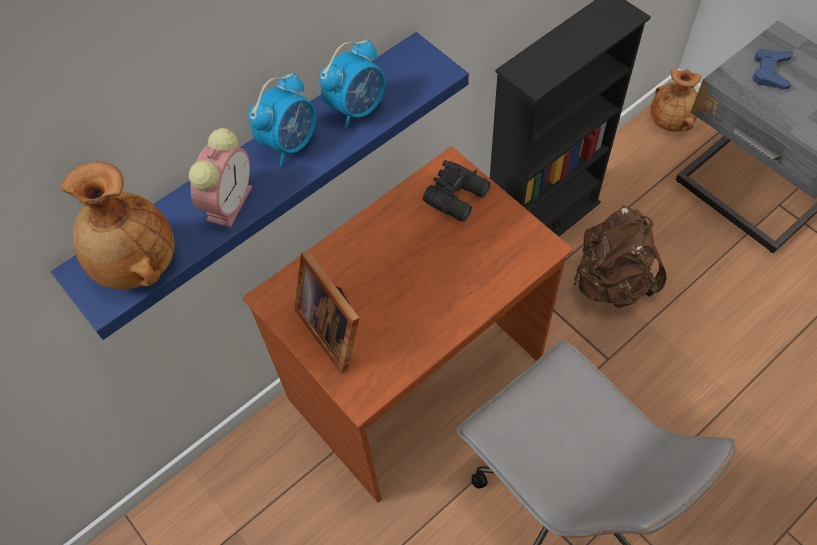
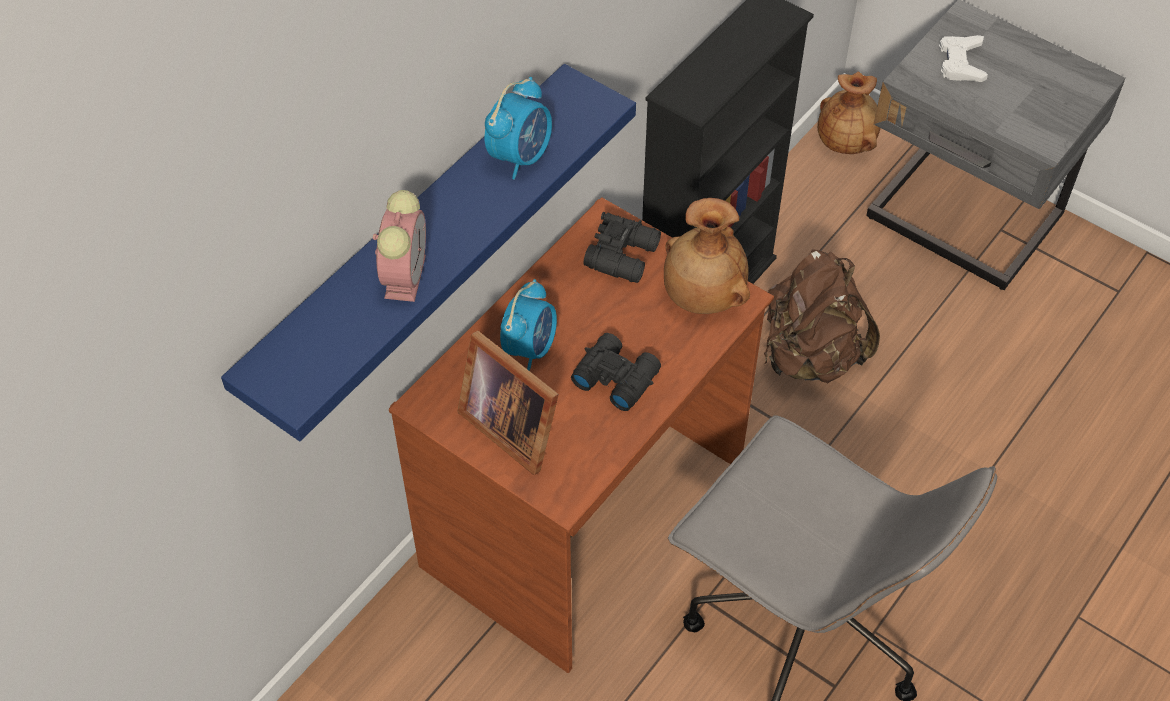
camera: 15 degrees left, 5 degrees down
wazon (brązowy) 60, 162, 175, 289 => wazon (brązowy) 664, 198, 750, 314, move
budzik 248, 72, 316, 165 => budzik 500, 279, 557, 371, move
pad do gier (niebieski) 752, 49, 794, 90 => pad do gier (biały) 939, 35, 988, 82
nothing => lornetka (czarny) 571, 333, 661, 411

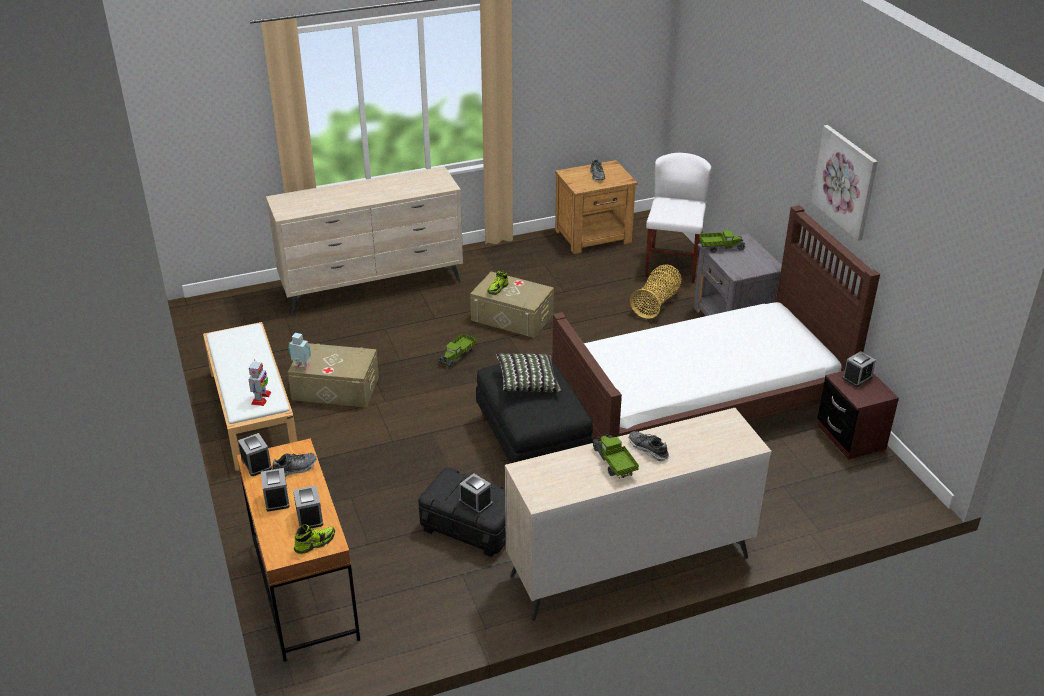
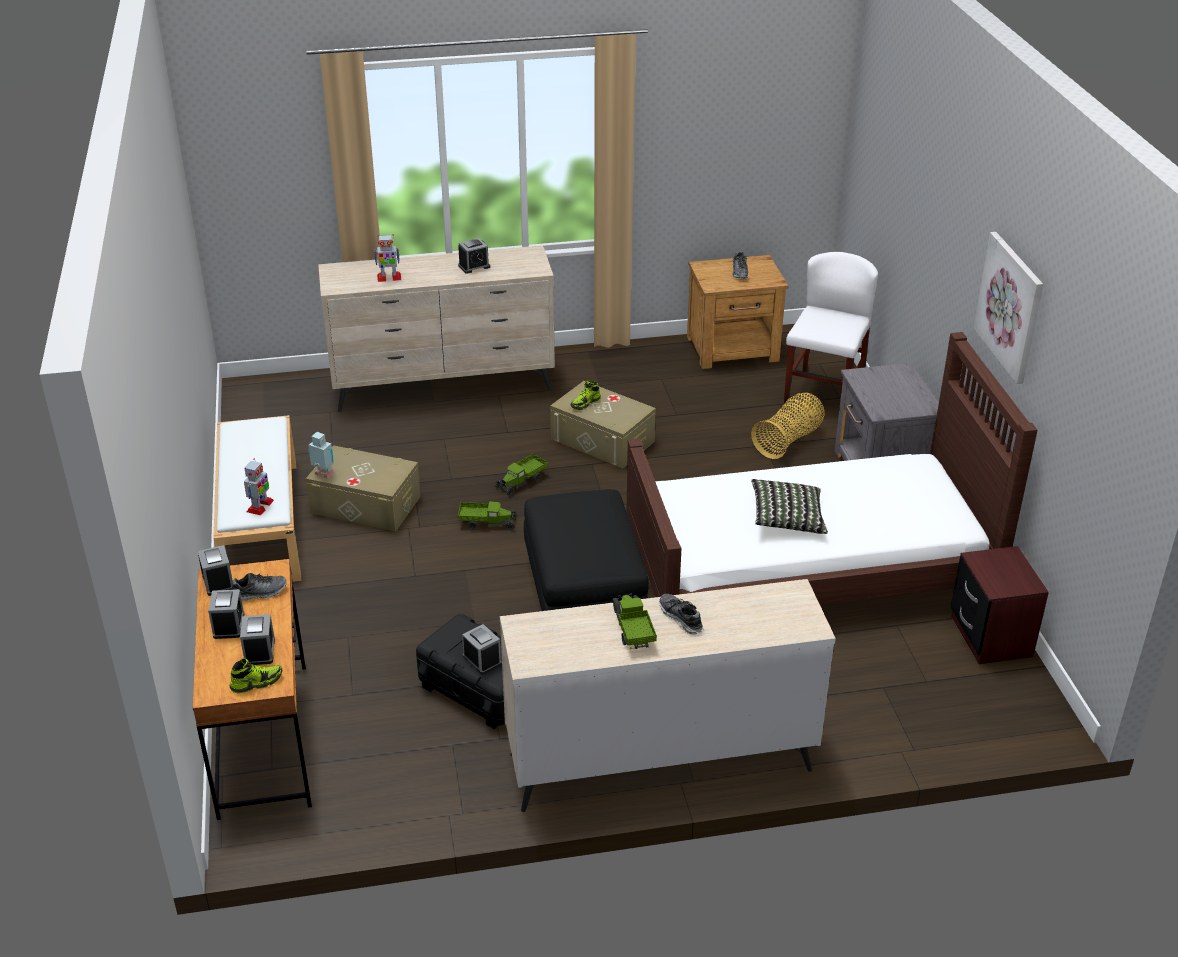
camera: 10 degrees right, 0 degrees up
poduszka 496, 354, 562, 392 => poduszka 751, 479, 828, 534, move
ciężarówka zabawkowa 699, 230, 745, 253 => ciężarówka zabawkowa 458, 501, 517, 530, move
budzik 842, 351, 876, 387 => budzik 458, 238, 490, 274, move
nothing => robot zabawkowy 374, 235, 401, 282

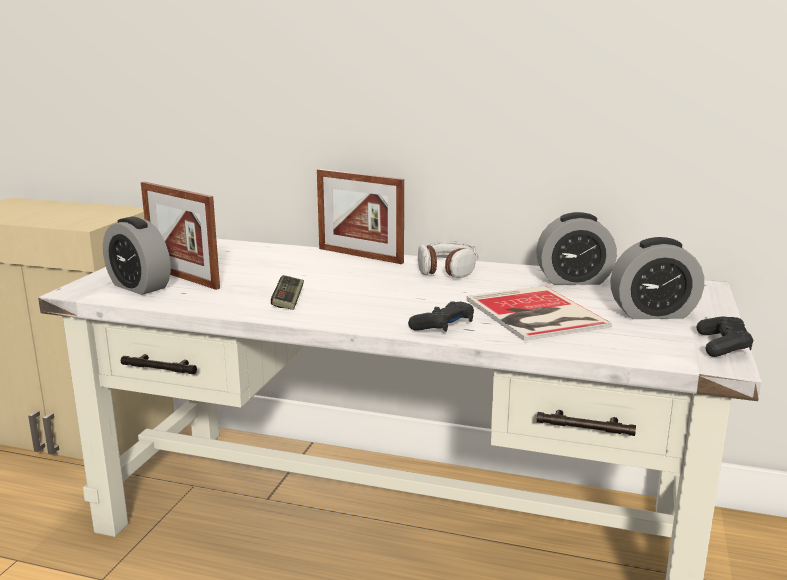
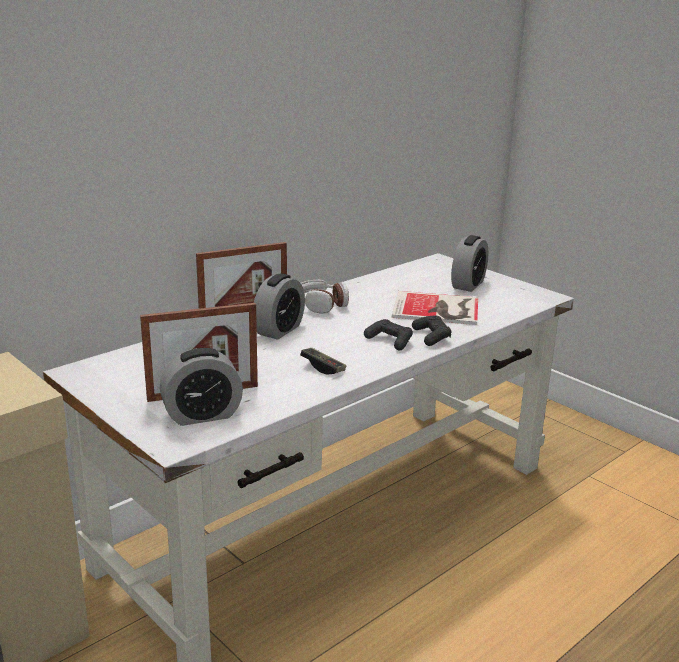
camera: 60 degrees left, 5 degrees up
budzik 536, 212, 617, 285 => budzik 254, 273, 305, 340, move
pad do gier (czarny) 697, 317, 753, 357 => pad do gier (czarny) 364, 319, 413, 350, move

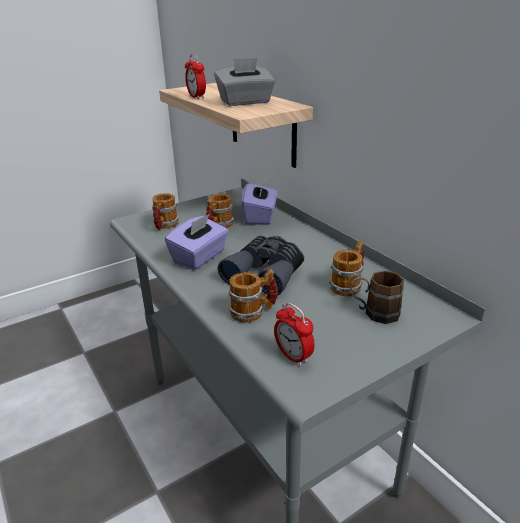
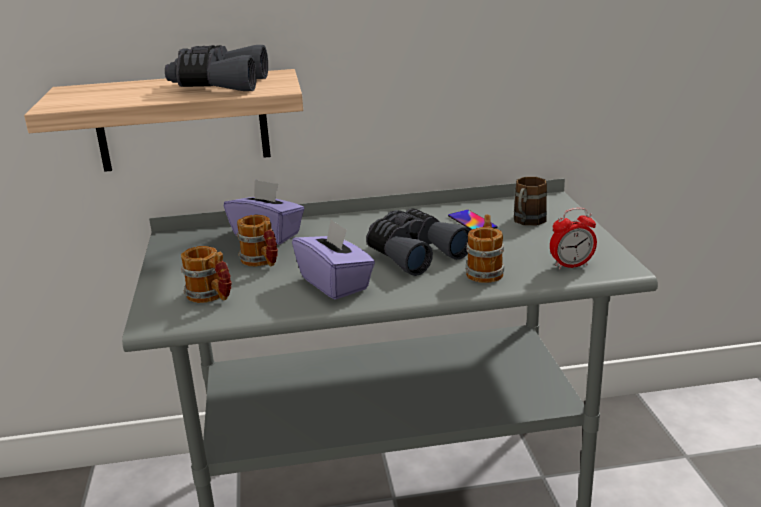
camera: 65 degrees left, 5 degrees down
budzik 185, 54, 206, 99 => nothing
pudełko chusteczek (szary) 214, 58, 275, 106 => lornetka (szary) 165, 45, 268, 91
kubek 329, 241, 364, 296 => telefon 448, 210, 498, 230

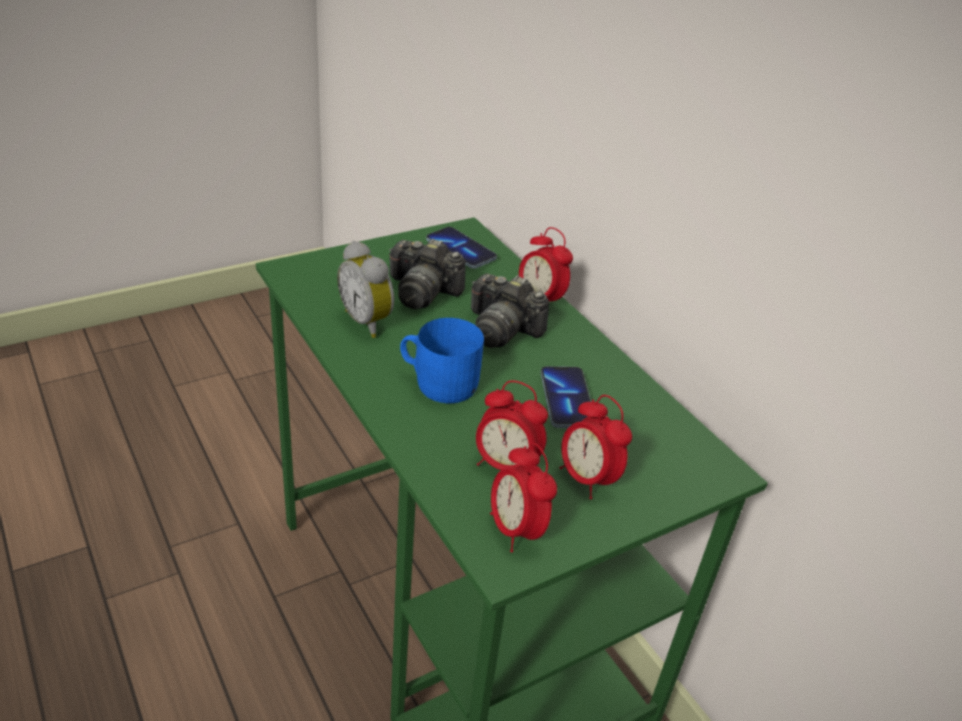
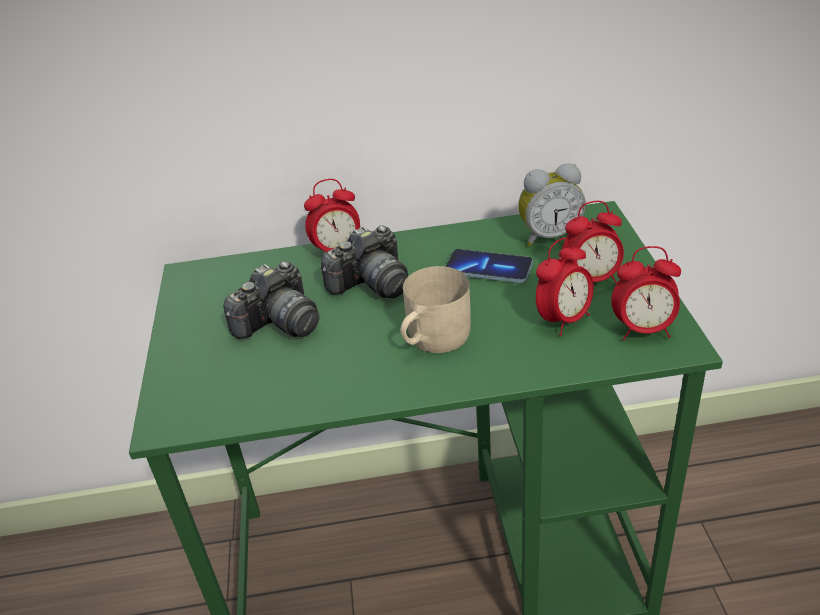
camera: 60 degrees left, 0 degrees up
budzik 337, 241, 394, 338 => budzik 518, 163, 586, 246, move
kubek (niebieski) 400, 318, 484, 403 => kubek (beżowy) 401, 266, 471, 353
telefon 426, 227, 497, 269 => nothing

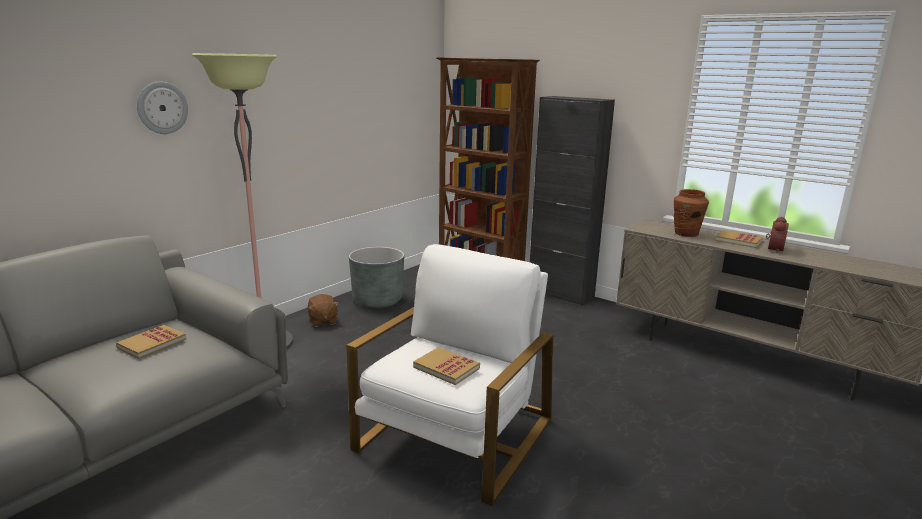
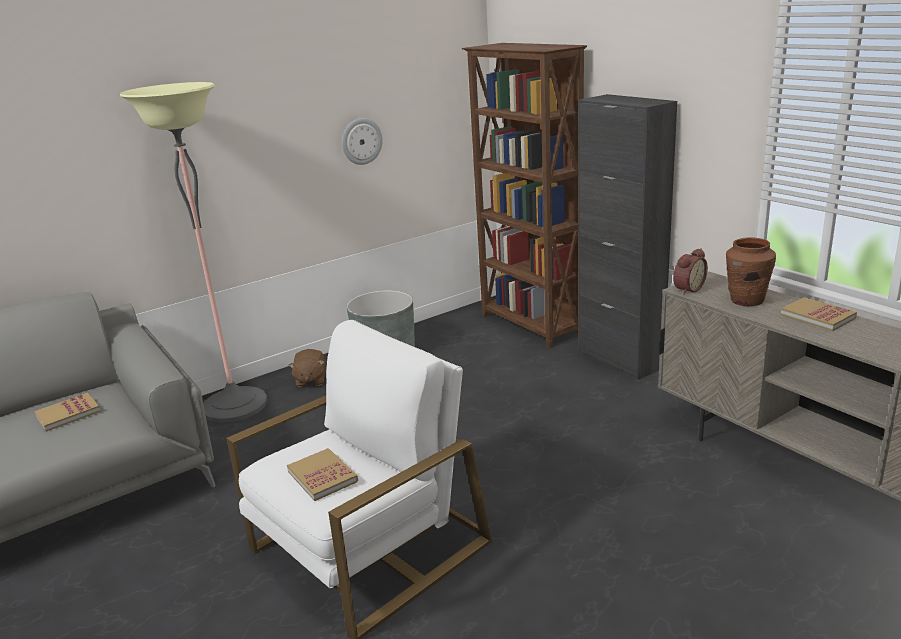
camera: 20 degrees right, 5 degrees up
zegar ścienny 137, 82, 188, 134 => zegar ścienny 342, 118, 383, 165, move
budzik 766, 217, 789, 253 => budzik 673, 248, 708, 295, move

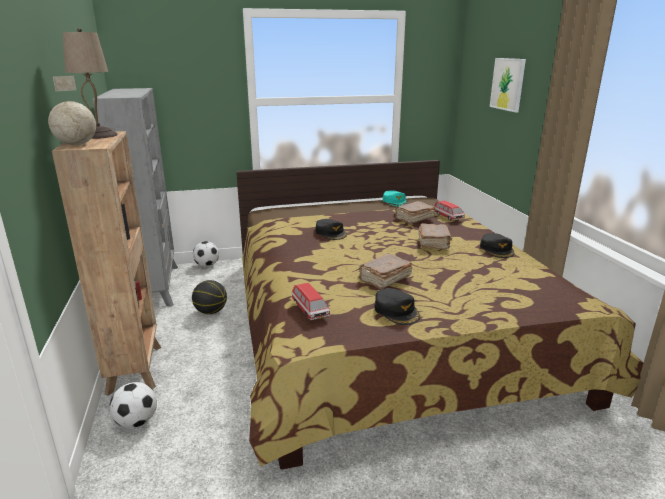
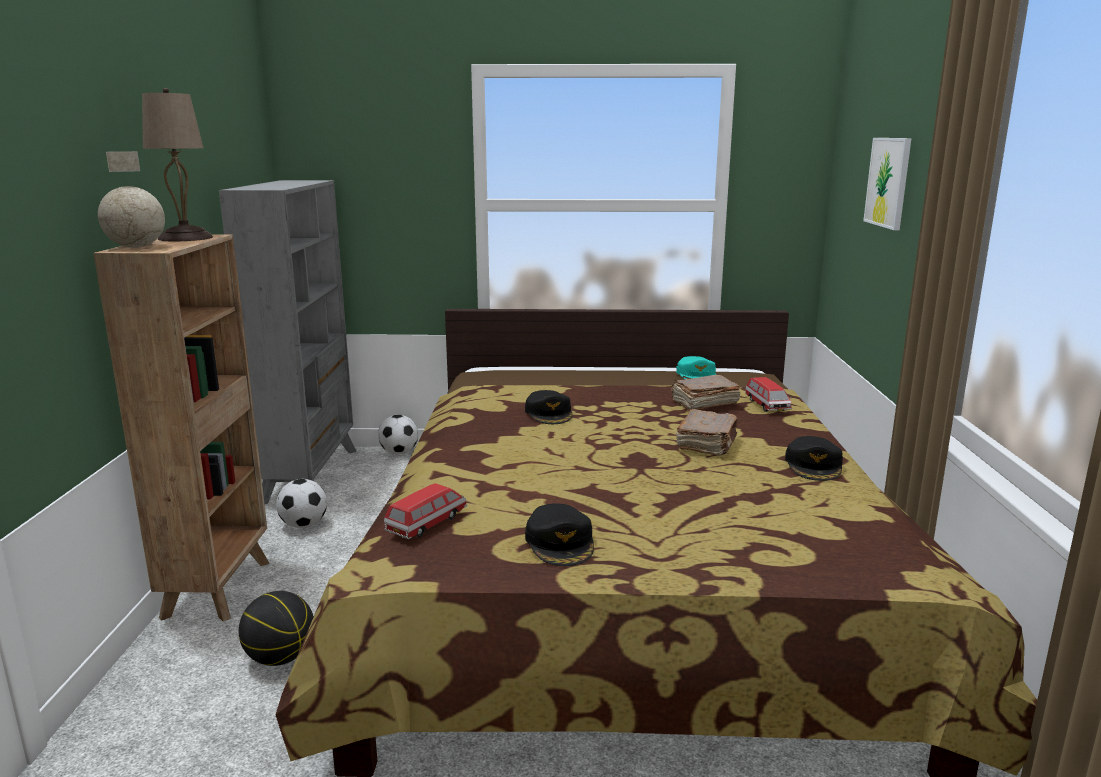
camera: 15 degrees right, 5 degrees down
piłka futbolowa 110, 382, 157, 428 => piłka futbolowa 276, 479, 327, 528, move
piłka do koszykówki 192, 280, 227, 314 => piłka do koszykówki 239, 591, 314, 666, move
samochodzik 292, 283, 331, 320 => samochodzik 384, 483, 467, 539, 135 degrees counterclockwise
książka (brązowy) 359, 254, 413, 290 => nothing

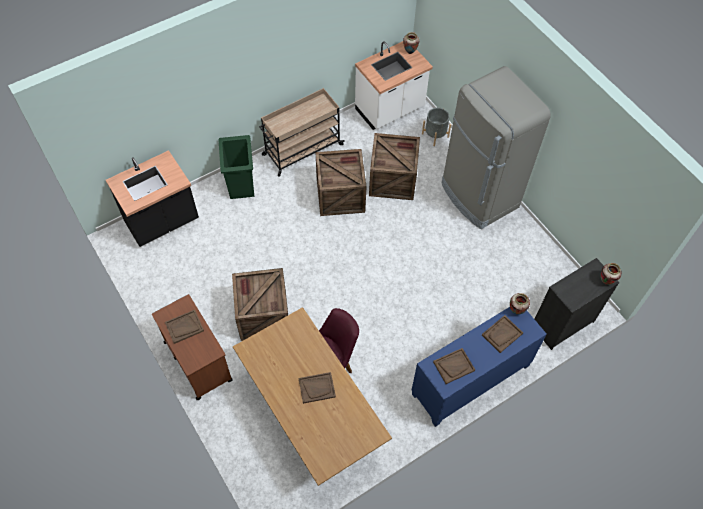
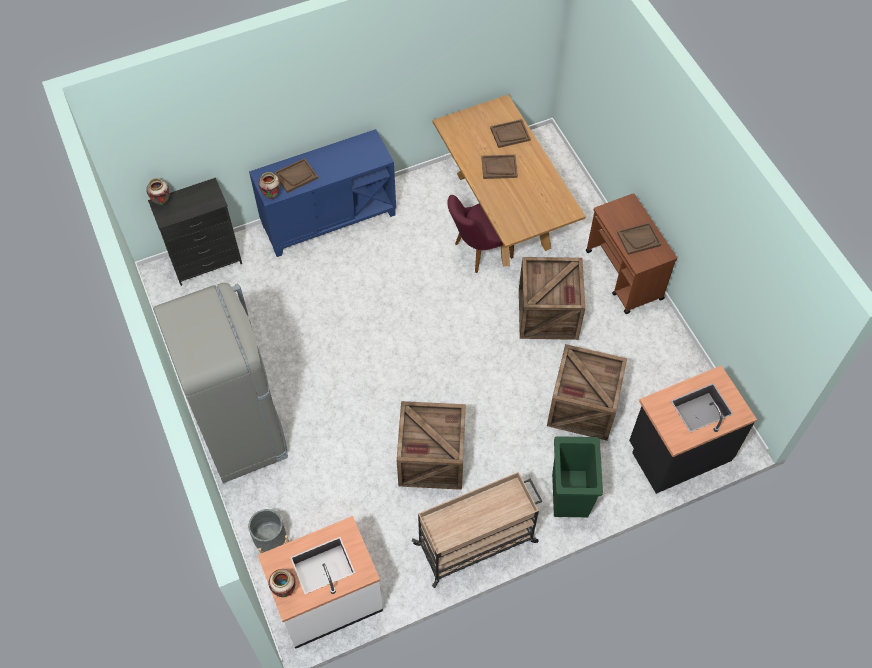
camera: 170 degrees left, 0 degrees up
skrzynka 369, 133, 420, 200 => skrzynka 547, 344, 627, 441, move
taca (brązowy) 433, 348, 475, 384 => taca (brązowy) 490, 119, 531, 148, move

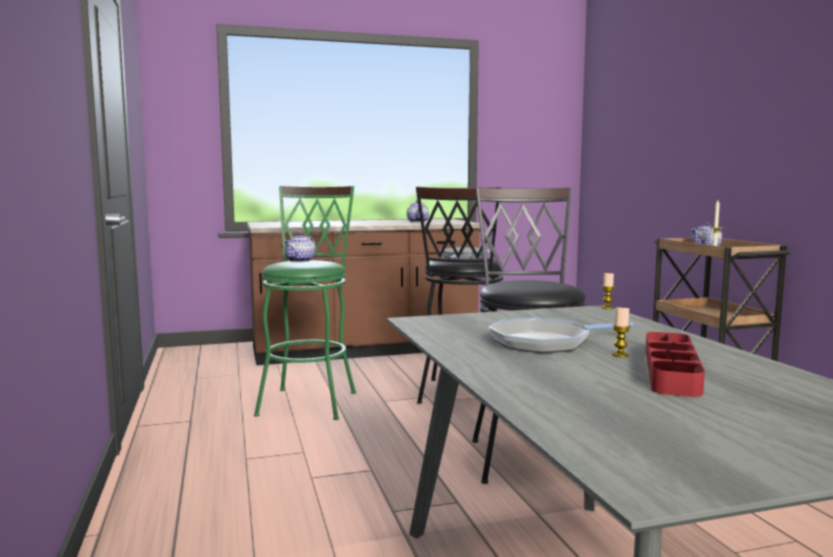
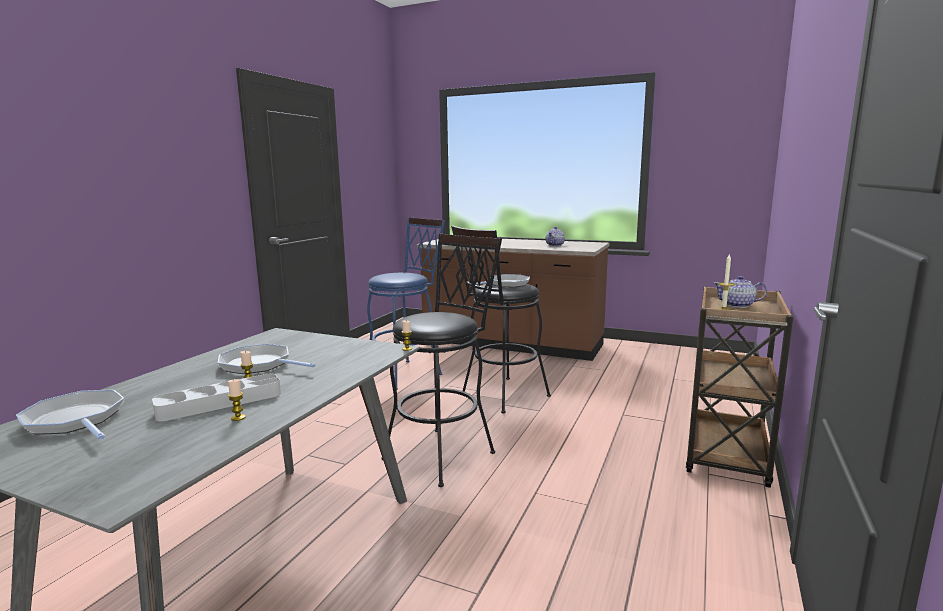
camera: 40 degrees right, 5 degrees up
stołek (zielony) 254, 186, 356, 420 => stołek (niebieski) 367, 217, 445, 390
imbryk 283, 232, 315, 262 => nothing
taca (czerwony) 645, 332, 705, 397 => taca (szary) 152, 374, 281, 421
nothing => patelnia 16, 390, 124, 440
nothing => świeca 228, 379, 246, 421

